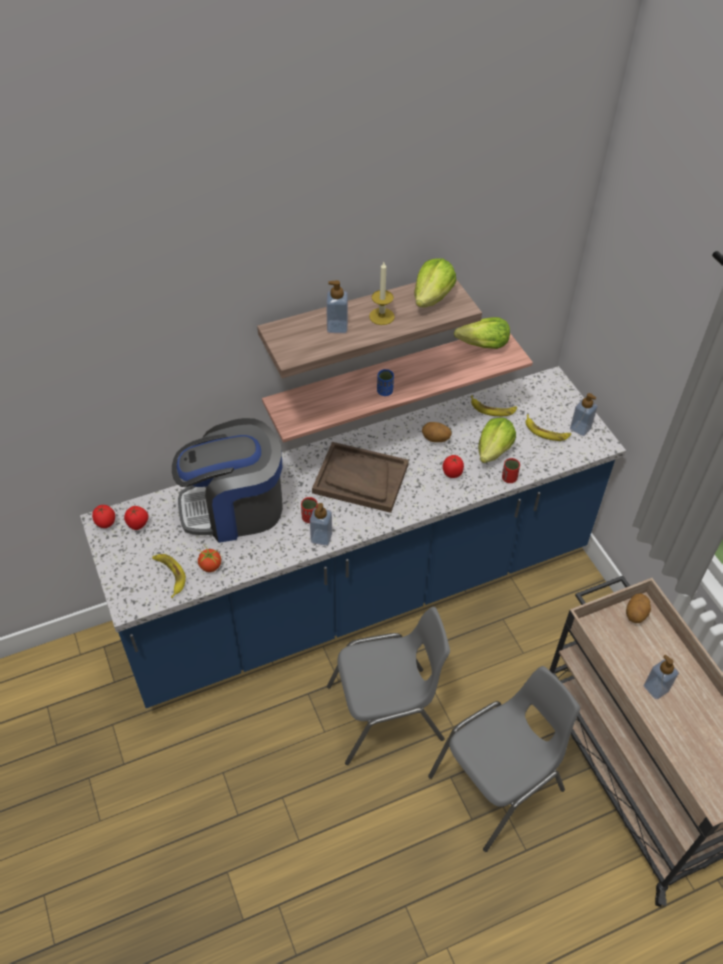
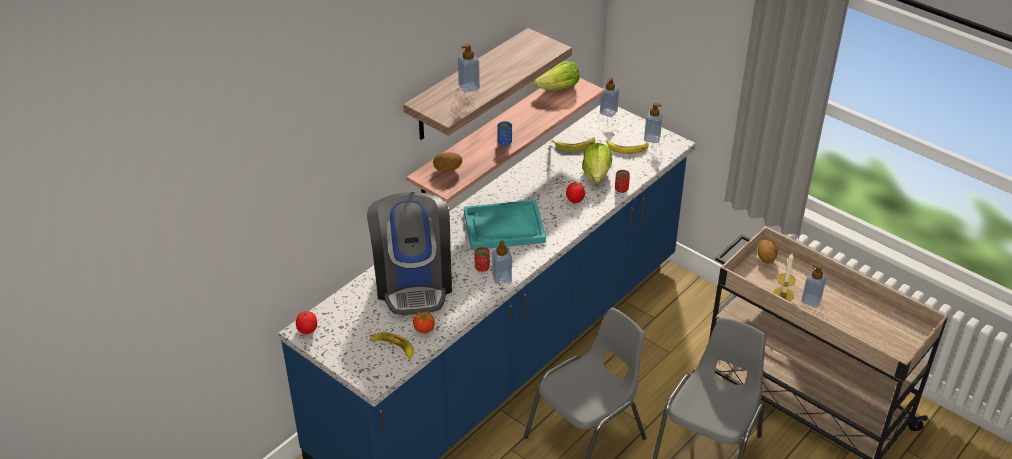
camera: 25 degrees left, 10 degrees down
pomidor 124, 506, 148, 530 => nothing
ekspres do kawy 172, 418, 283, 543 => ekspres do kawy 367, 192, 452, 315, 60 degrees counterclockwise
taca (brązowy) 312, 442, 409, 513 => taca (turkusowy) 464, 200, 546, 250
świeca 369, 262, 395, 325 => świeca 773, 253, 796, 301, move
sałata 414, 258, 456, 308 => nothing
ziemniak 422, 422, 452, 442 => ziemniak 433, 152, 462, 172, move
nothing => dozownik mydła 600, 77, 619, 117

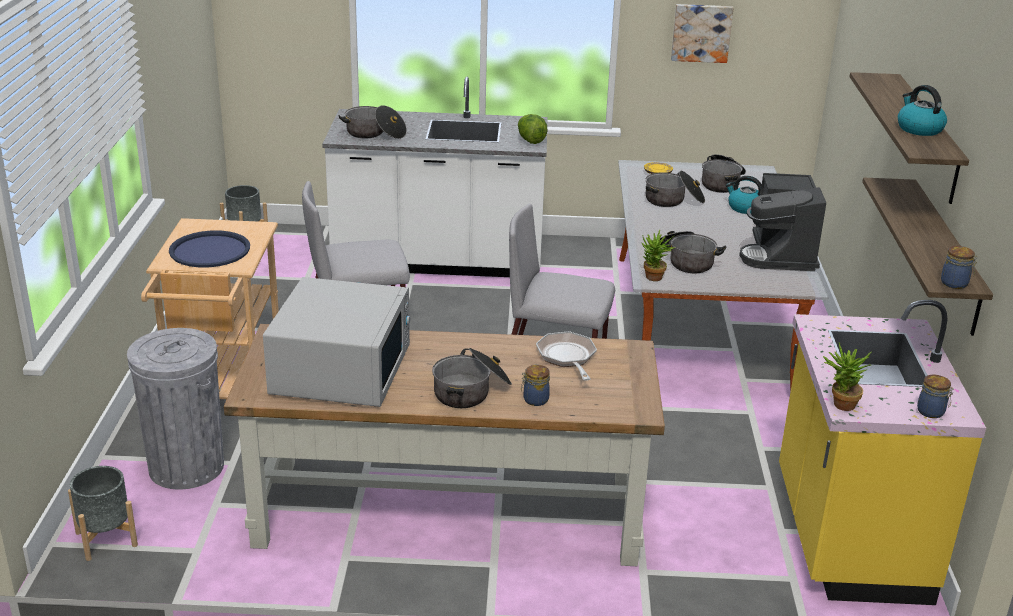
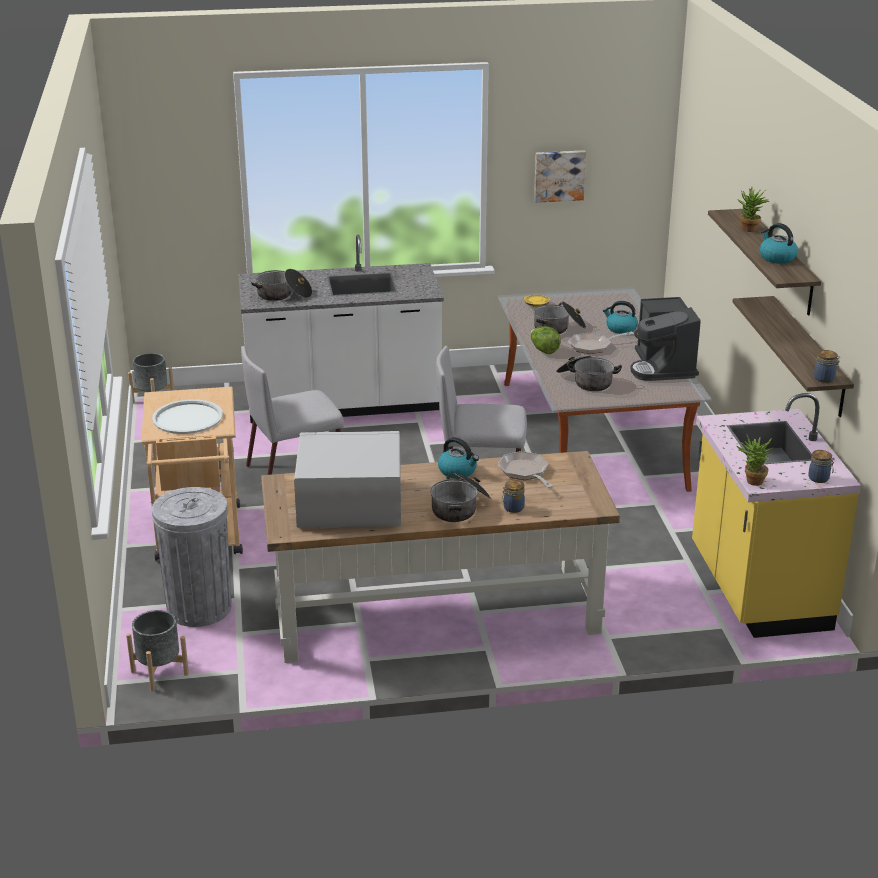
camera: 10 degrees left, 0 degrees up
taca (niebieski) 169, 231, 250, 267 => taca (biały) 152, 399, 223, 434
mikrofalówka (biały) 263, 277, 410, 407 => mikrofalówka (biały) 294, 431, 401, 528, 90 degrees counterclockwise
sałata 518, 114, 548, 144 => sałata 530, 326, 561, 354, move
roślina doniczkowa 642, 230, 676, 281 => roślina doniczkowa 737, 186, 770, 232, move
garnek 702, 154, 746, 193 => nothing
nothing => czajnik 438, 437, 479, 479
nothing => patelnia 568, 332, 634, 354

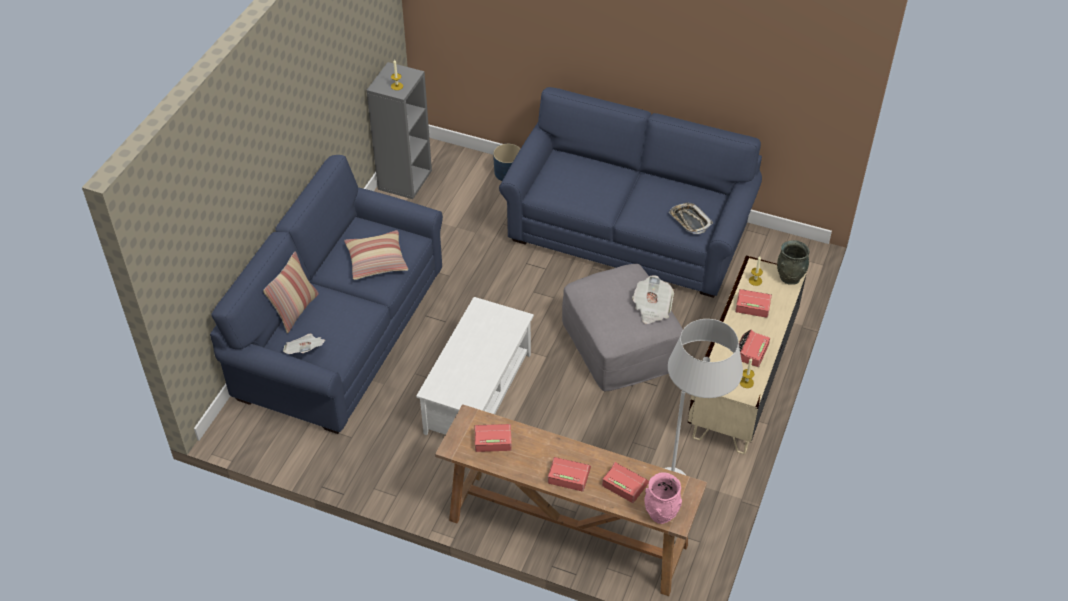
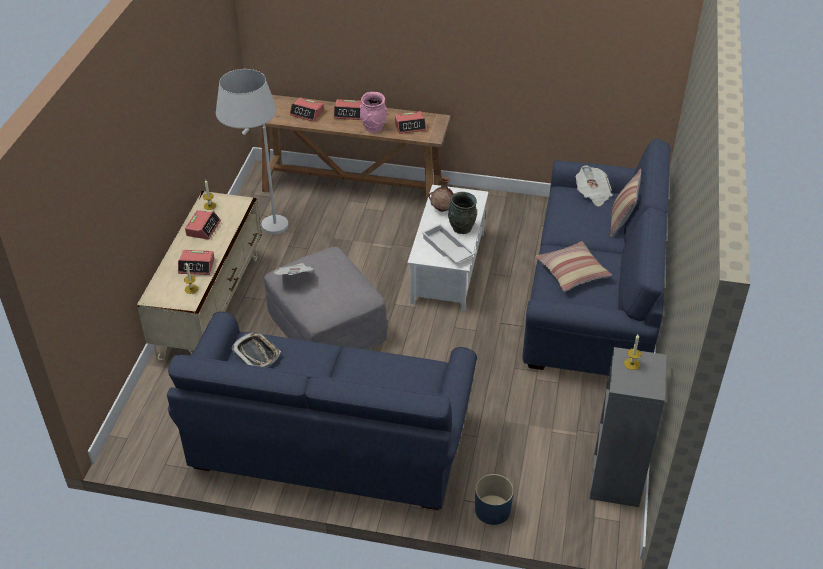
camera: 170 degrees right, 5 degrees down
wazon (różowy) 644, 472, 682, 524 => wazon (różowy) 360, 92, 387, 133, move
wazon (szary) 777, 240, 809, 285 => wazon (szary) 448, 192, 477, 234, move
nothing => taca (biały) 422, 224, 475, 263
nothing => wazon (brązowy) 428, 177, 453, 212

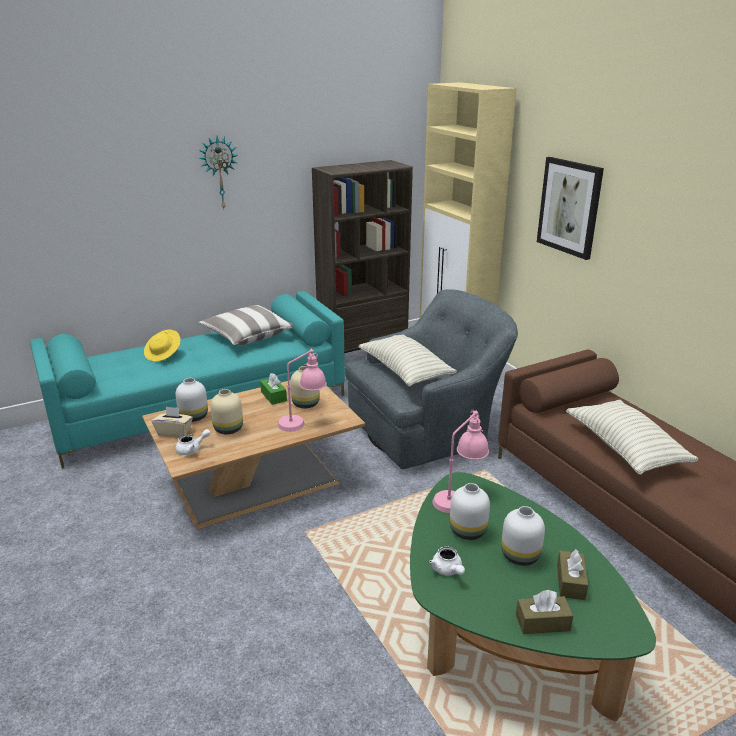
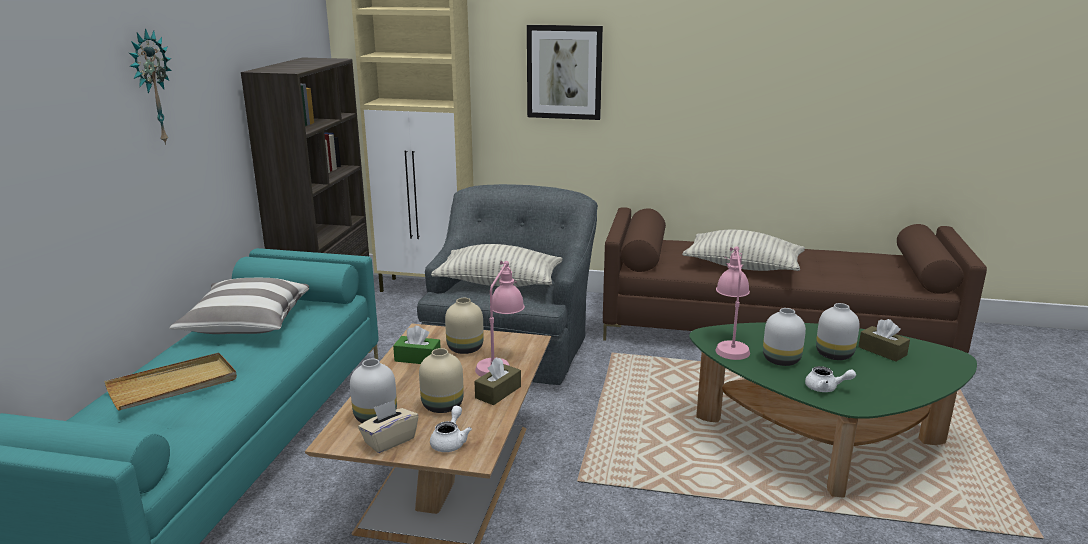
camera: 50 degrees left, 5 degrees down
kapelusz (żółty) 144, 330, 181, 362 => taca (beżowy) 104, 353, 237, 410
pudełko chusteczek (brązowy) 516, 590, 573, 634 => pudełko chusteczek (brązowy) 474, 357, 521, 405, move

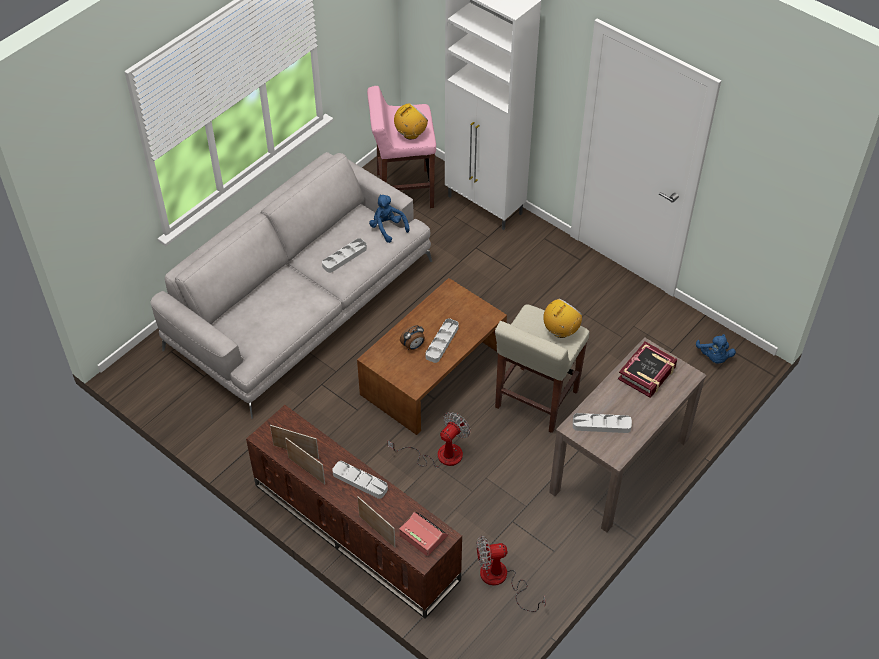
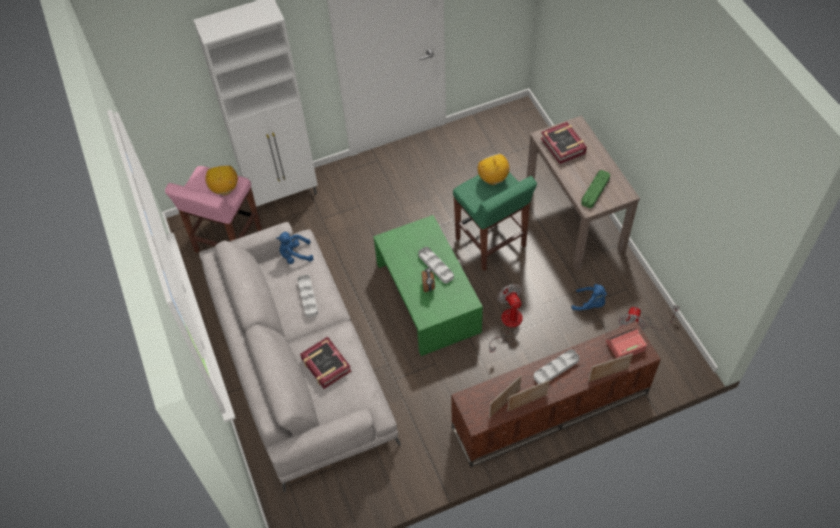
camera: 60 degrees left, 5 degrees up
ława (brązowy) 357, 278, 507, 435 => ława (zielony) 373, 215, 483, 356
stołek (beżowy) 495, 304, 590, 433 => stołek (zielony) 453, 172, 537, 271
taca (szary) 573, 413, 632, 433 => taca (zielony) 581, 170, 610, 208
pluszak (niebieski) 696, 334, 736, 364 => pluszak (niebieski) 571, 284, 607, 311, move
nothing => książka 300, 337, 351, 389

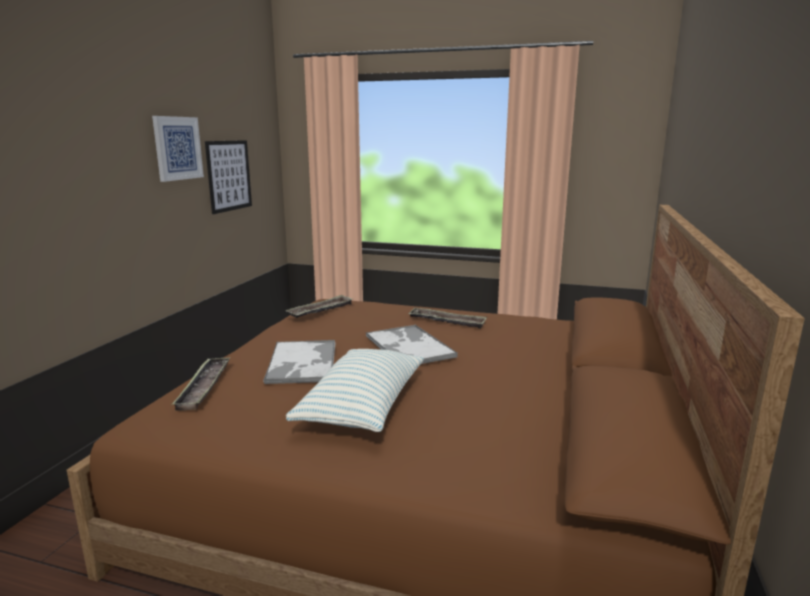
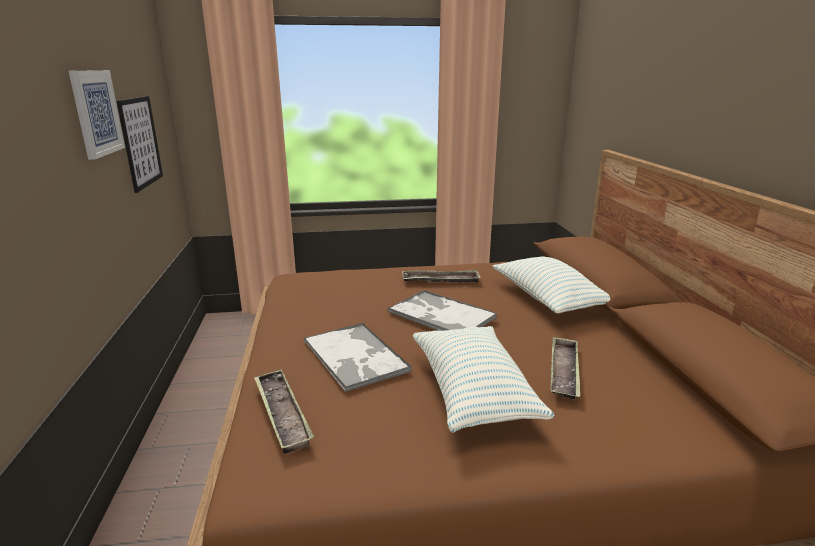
camera: 25 degrees left, 5 degrees up
taca 286, 295, 352, 318 => taca 550, 337, 580, 400, move
nothing => poduszka 493, 257, 610, 313

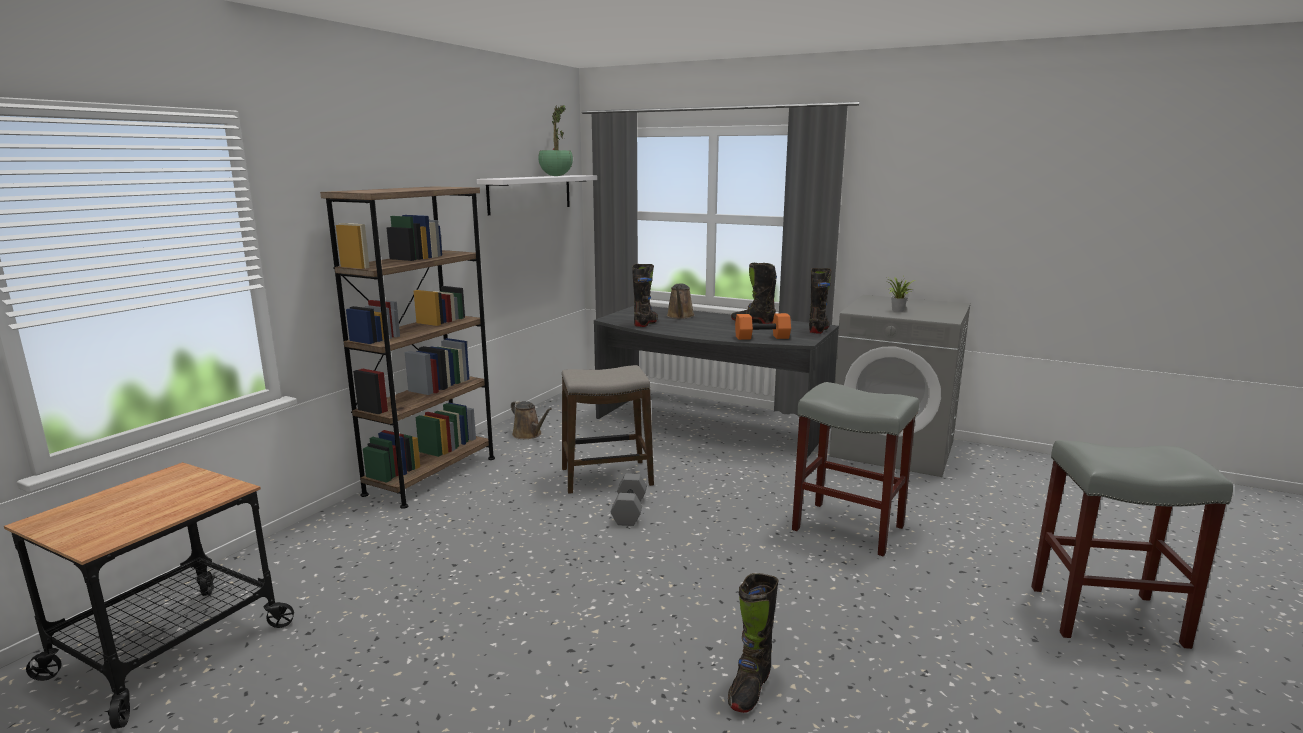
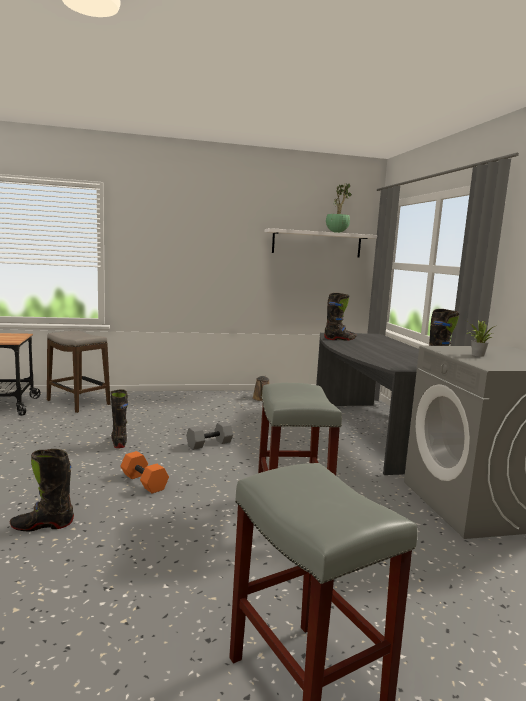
camera: 50 degrees right, 5 degrees down
regał (brązowy) 320, 186, 495, 509 => nothing
stołek 562, 365, 654, 494 => stołek 47, 330, 111, 413, move
konewka (brązowy) 667, 283, 695, 319 => nothing
but z cholewką (czarny) 731, 263, 777, 324 => but z cholewką (czarny) 110, 389, 128, 448, move
hantel (pomarańczowy) 735, 313, 791, 340 => hantel (pomarańczowy) 120, 451, 169, 494, move

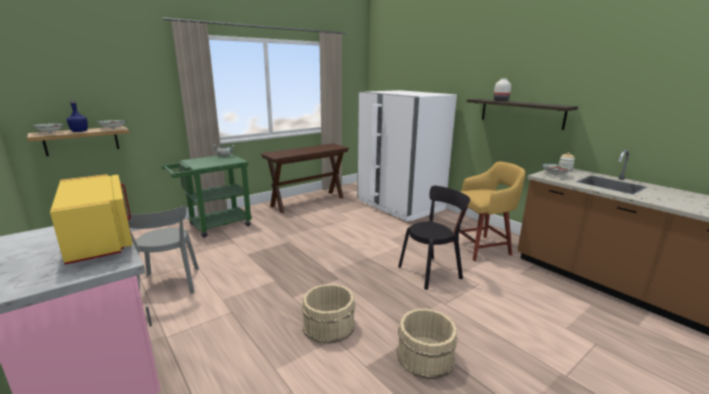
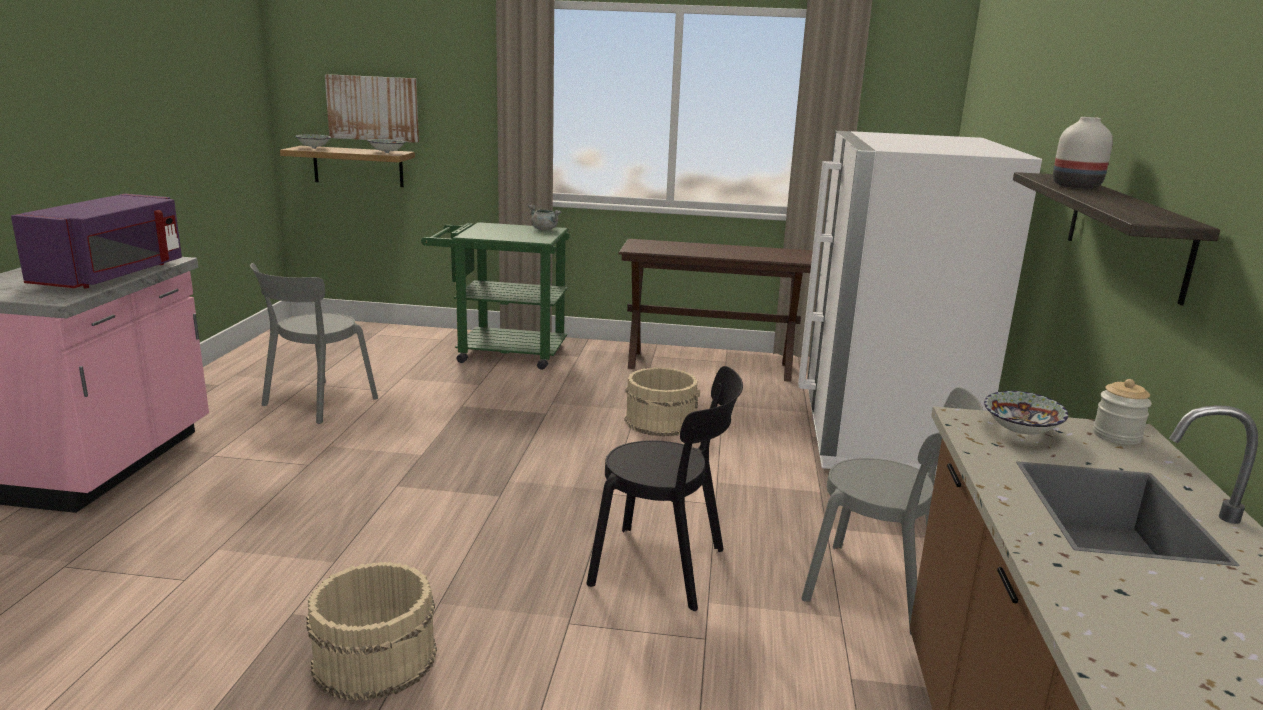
camera: 45 degrees right, 0 degrees up
mikrofalówka (żółty) 50, 174, 133, 264 => mikrofalówka (fioletowy) 11, 194, 182, 288
butelka (niebieski) 66, 100, 88, 132 => nothing
wiadro (beżowy) 302, 284, 355, 344 => wiadro (beżowy) 624, 367, 700, 437, move
stołek (żółty) 451, 162, 526, 261 => krzesło (szary) 801, 387, 983, 634
nothing => obraz 325, 74, 419, 143

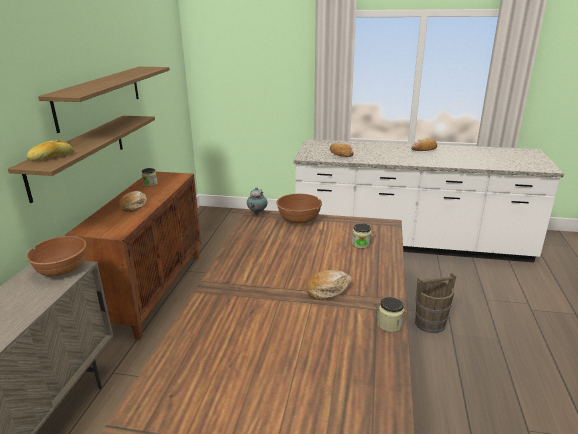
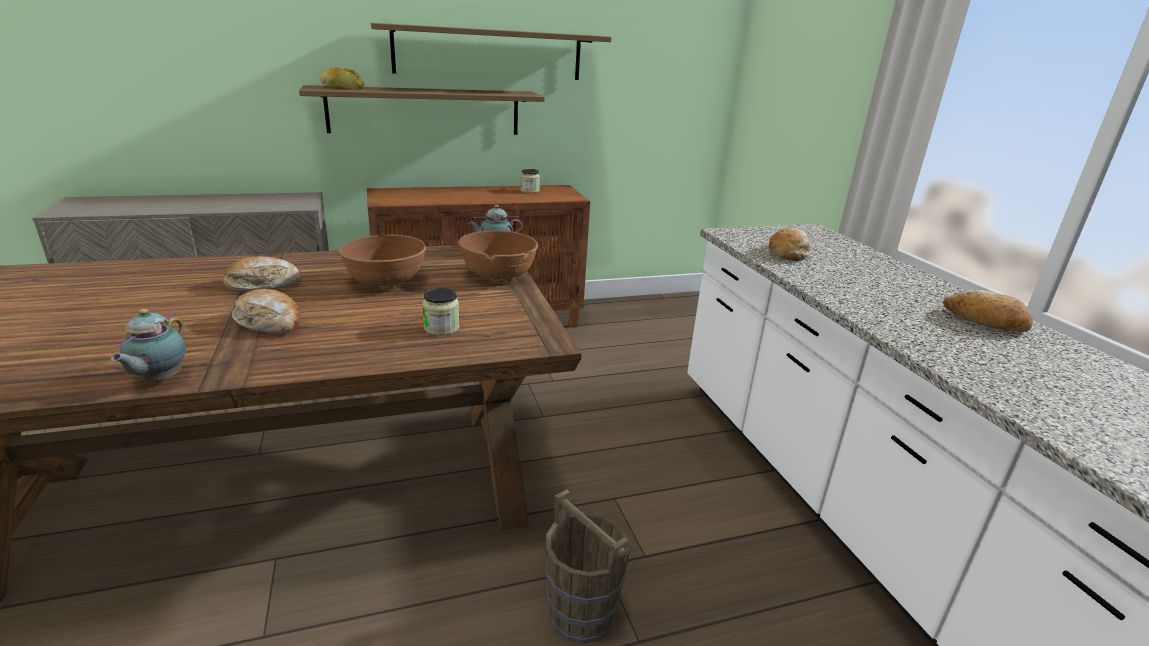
camera: 60 degrees right, 0 degrees up
miska (brązowy) 26, 236, 86, 276 => miska (brązowy) 339, 235, 426, 288, move
chleb 119, 191, 147, 212 => chleb 223, 256, 302, 292, move
słoik 378, 297, 404, 332 => imbryk 111, 309, 186, 382

